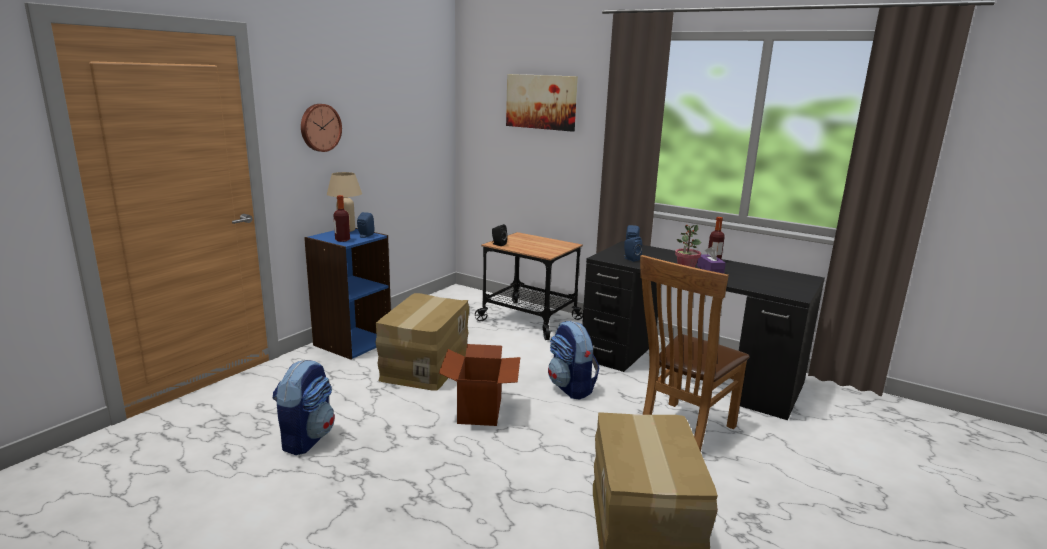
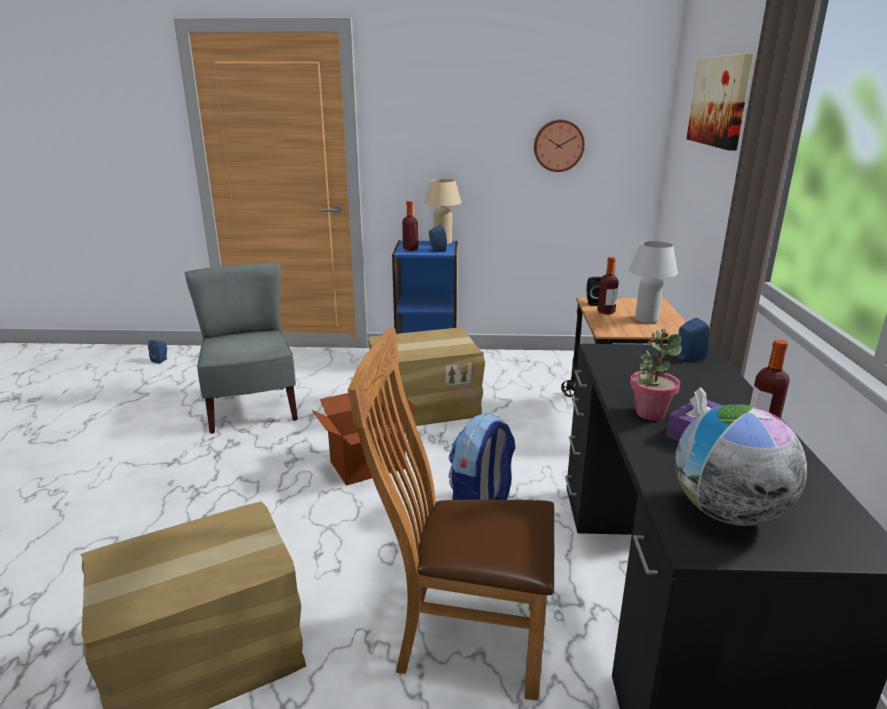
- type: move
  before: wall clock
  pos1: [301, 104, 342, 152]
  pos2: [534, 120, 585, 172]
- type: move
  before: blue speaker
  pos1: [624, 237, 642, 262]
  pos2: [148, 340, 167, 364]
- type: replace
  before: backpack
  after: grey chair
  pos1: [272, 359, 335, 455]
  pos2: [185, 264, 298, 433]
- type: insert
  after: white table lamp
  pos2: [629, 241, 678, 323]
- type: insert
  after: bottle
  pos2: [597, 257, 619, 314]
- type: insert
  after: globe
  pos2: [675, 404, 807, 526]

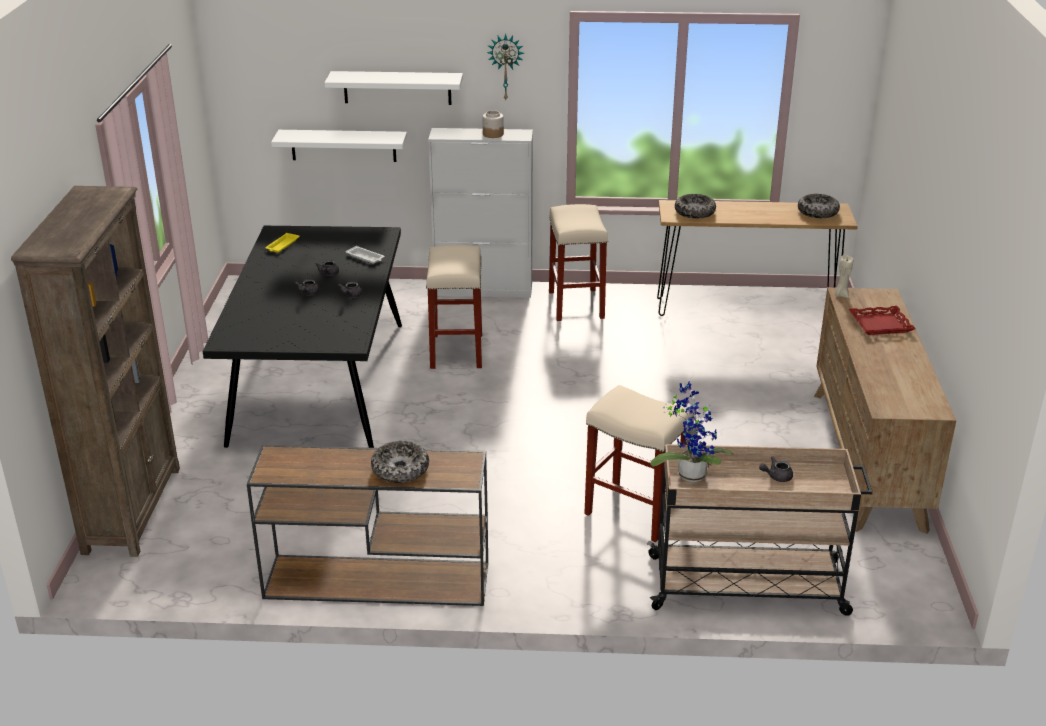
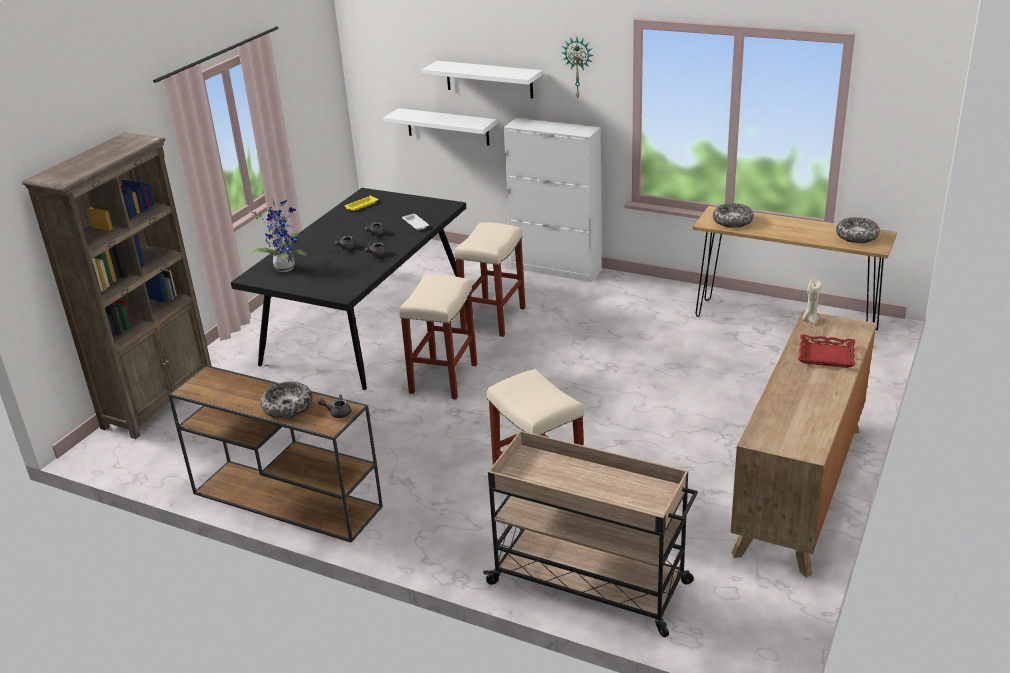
- type: delete
  before: jar
  pos1: [483, 110, 504, 138]
- type: move
  before: beige stool
  pos1: [549, 204, 608, 321]
  pos2: [399, 275, 477, 400]
- type: move
  before: potted plant
  pos1: [650, 381, 733, 482]
  pos2: [249, 199, 307, 272]
- type: move
  before: grey teapot
  pos1: [759, 456, 793, 482]
  pos2: [317, 394, 351, 418]

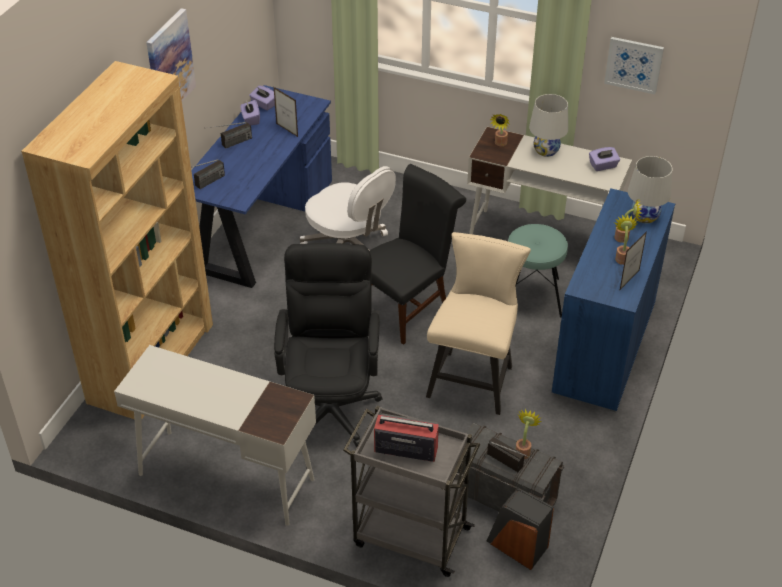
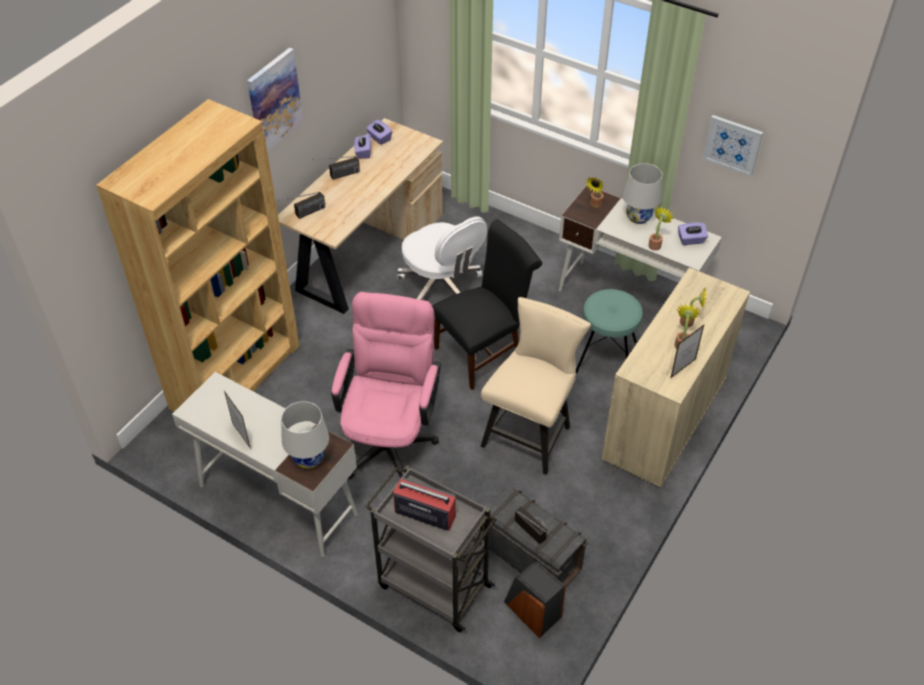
- type: recolor
  before: blue desk
  after: beige desk
  pos1: [191, 85, 332, 288]
  pos2: [278, 118, 443, 314]
- type: move
  before: picture frame
  pos1: [274, 87, 298, 137]
  pos2: [224, 391, 251, 449]
- type: move
  before: white table lamp
  pos1: [628, 156, 672, 223]
  pos2: [281, 401, 329, 469]
- type: recolor
  before: blue cabinet
  after: beige cabinet
  pos1: [552, 188, 675, 412]
  pos2: [602, 268, 750, 488]
- type: recolor
  before: black office chair
  after: pink office chair
  pos1: [274, 243, 382, 447]
  pos2: [331, 292, 441, 479]
- type: move
  before: potted plant
  pos1: [516, 408, 541, 459]
  pos2: [648, 206, 674, 250]

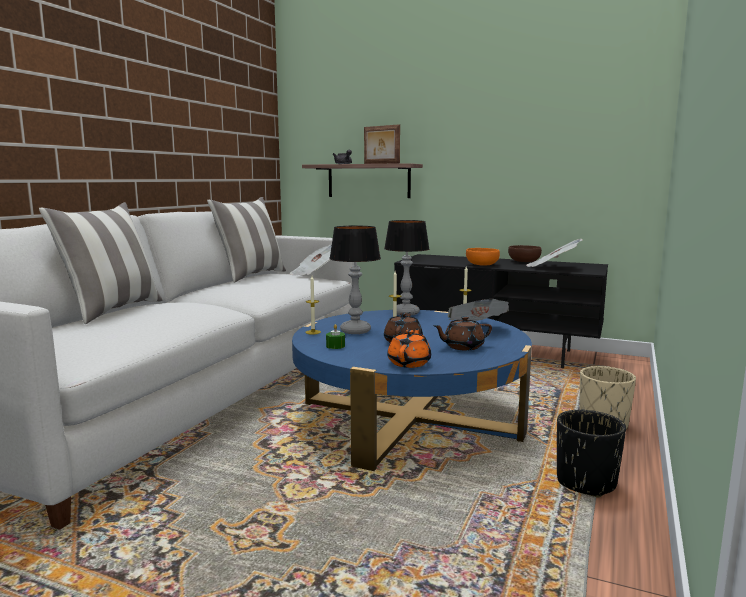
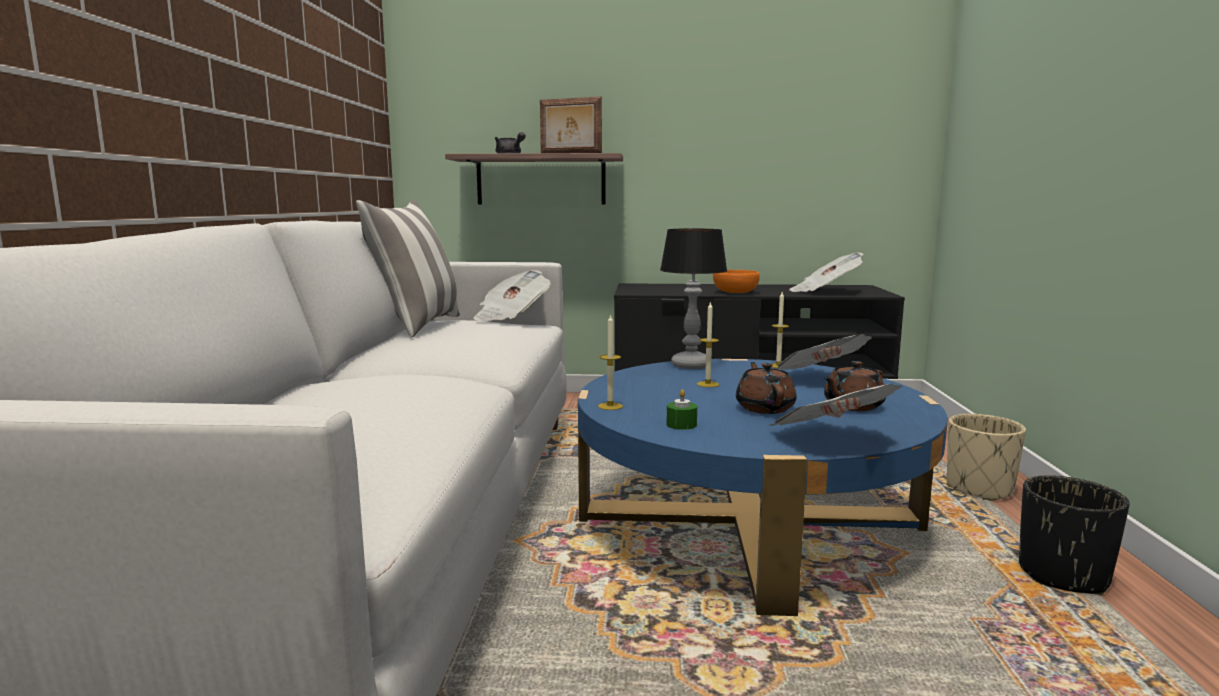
- type: delete
  before: pillow
  pos1: [39, 202, 162, 324]
- type: delete
  before: table lamp
  pos1: [329, 226, 381, 334]
- type: delete
  before: brown bowl
  pos1: [508, 245, 542, 262]
- type: replace
  before: orange teapot
  after: newspaper
  pos1: [387, 328, 431, 368]
  pos2: [770, 383, 902, 426]

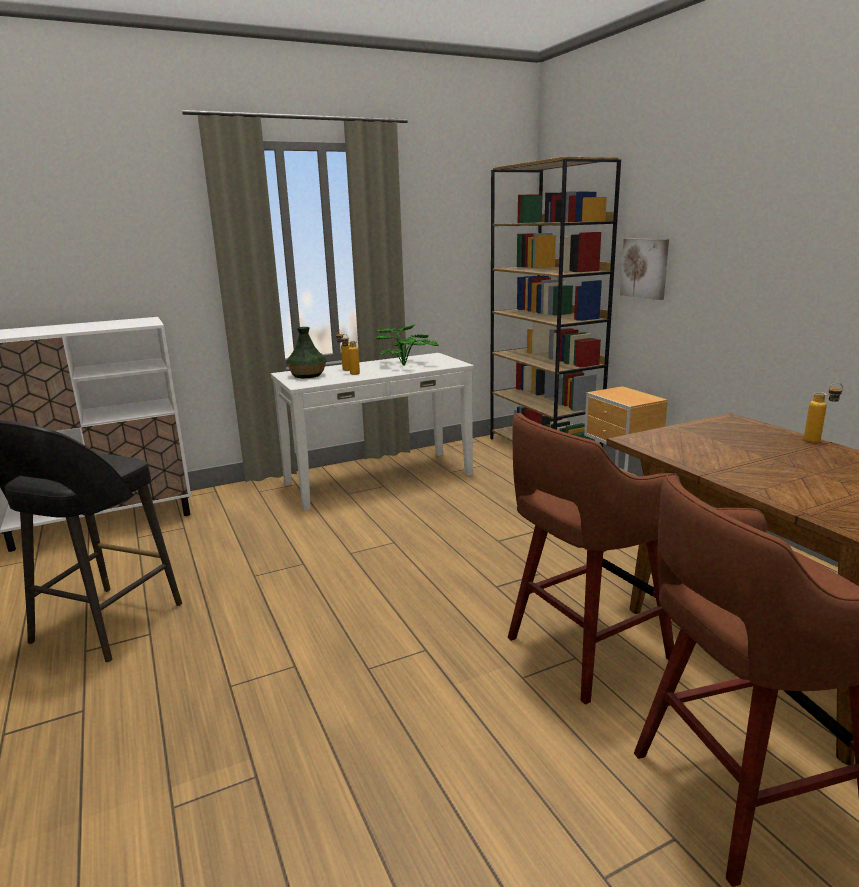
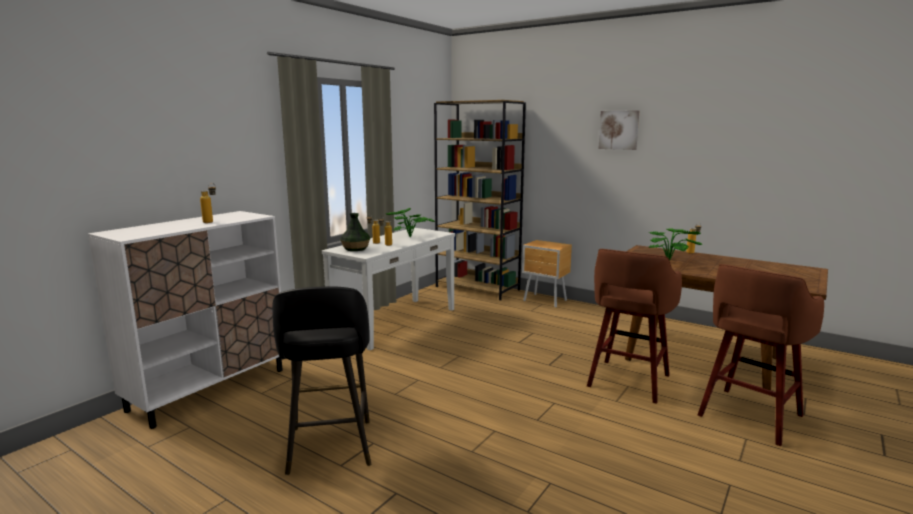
- type: move
  before: picture
  pos1: [620, 239, 669, 300]
  pos2: [598, 110, 639, 150]
- type: insert
  after: bottle
  pos2: [200, 183, 216, 223]
- type: insert
  after: potted plant
  pos2: [649, 228, 702, 260]

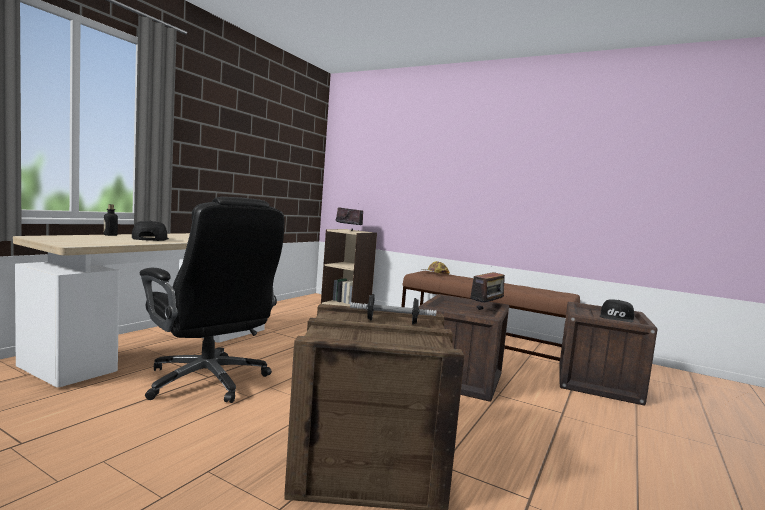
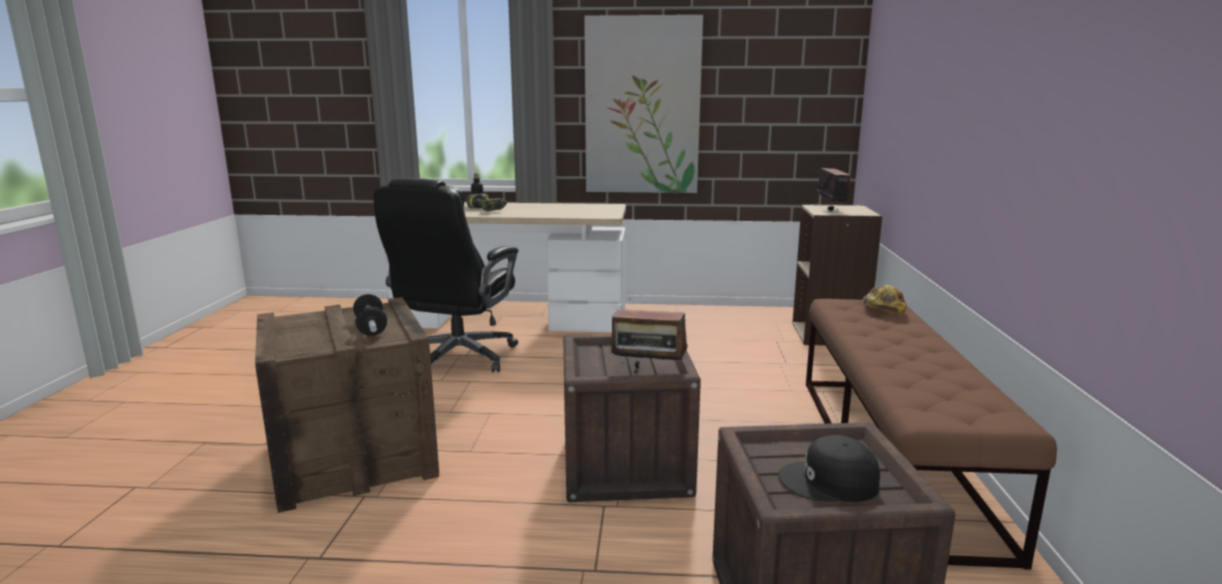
- type: replace
  before: black cap
  after: power drill
  pos1: [132, 221, 169, 241]
  pos2: [467, 193, 507, 211]
- type: insert
  after: picture
  pos2: [584, 15, 703, 193]

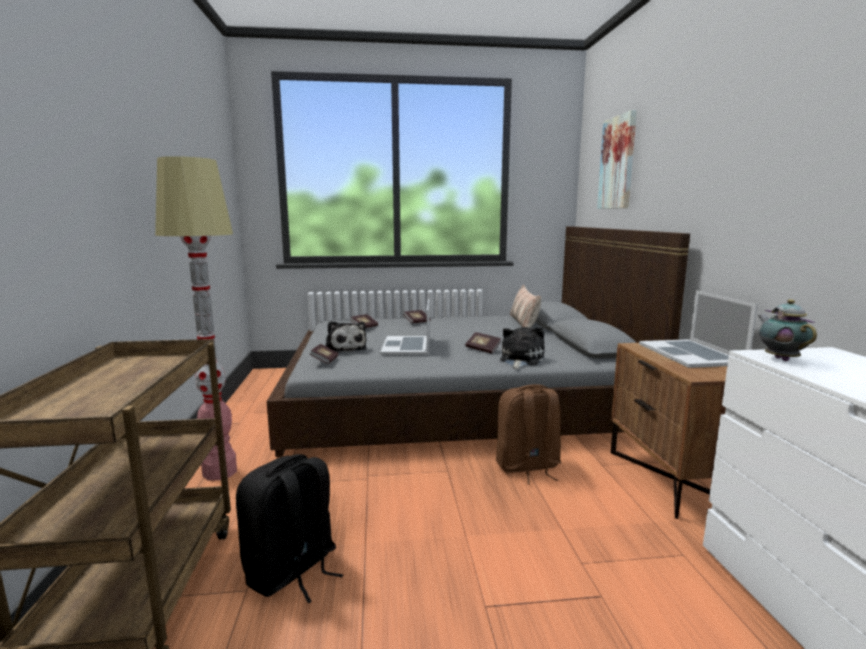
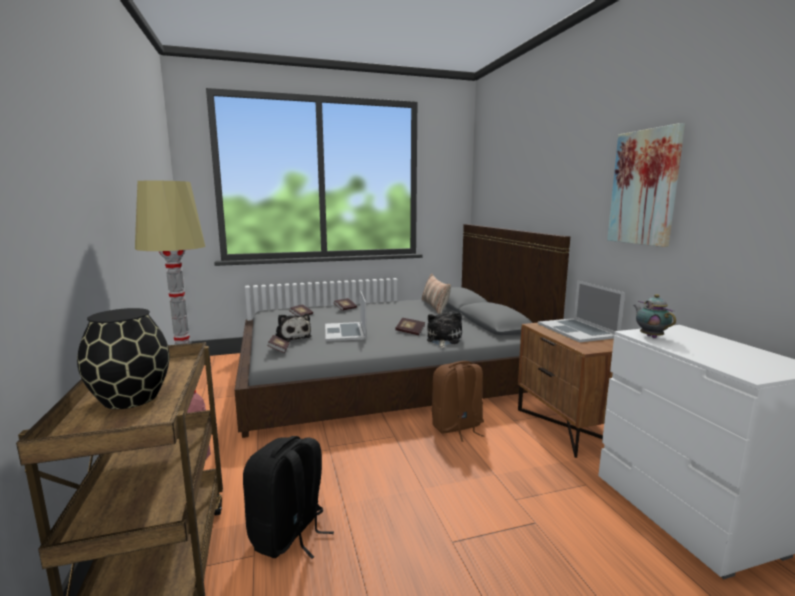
- type: move
  before: picture
  pos1: [597, 110, 637, 209]
  pos2: [607, 123, 685, 247]
- type: insert
  after: black vase
  pos2: [77, 308, 170, 409]

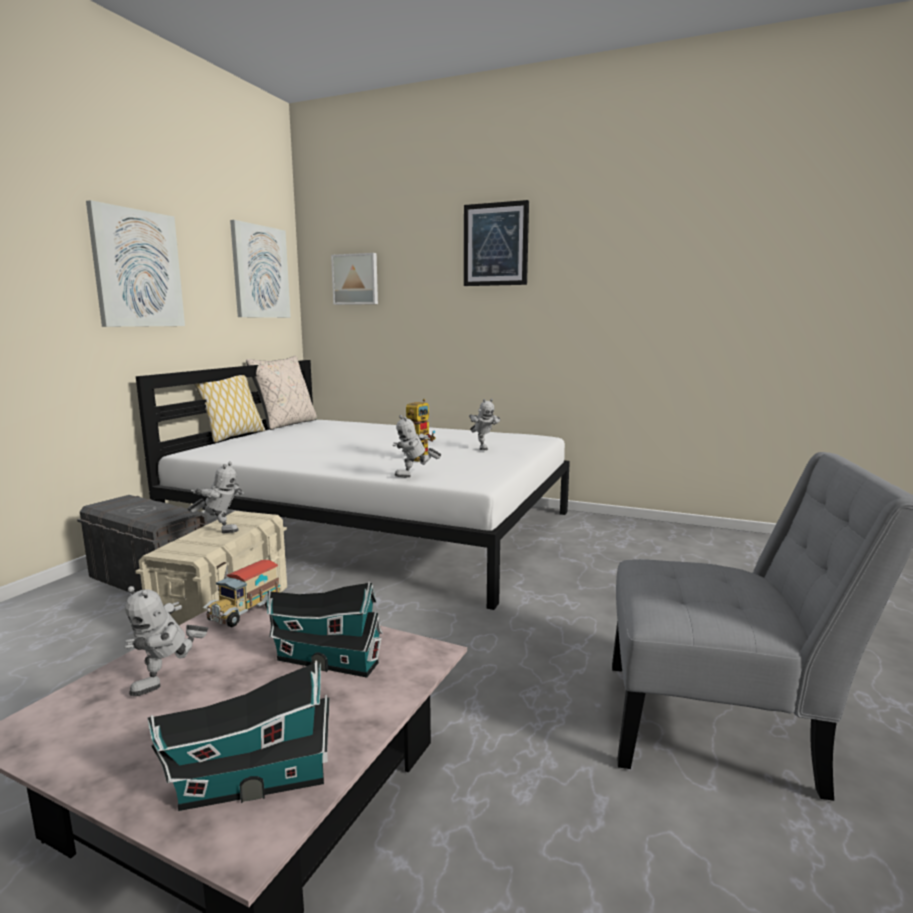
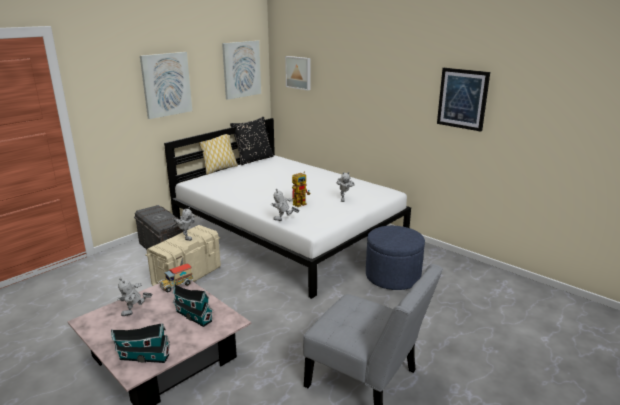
- type: move
  before: picture
  pos1: [464, 200, 529, 286]
  pos2: [437, 68, 490, 132]
- type: recolor
  before: beige pillow
  after: black pillow
  pos1: [246, 356, 317, 430]
  pos2: [230, 117, 274, 165]
- type: insert
  after: blue ottoman
  pos2: [366, 226, 425, 290]

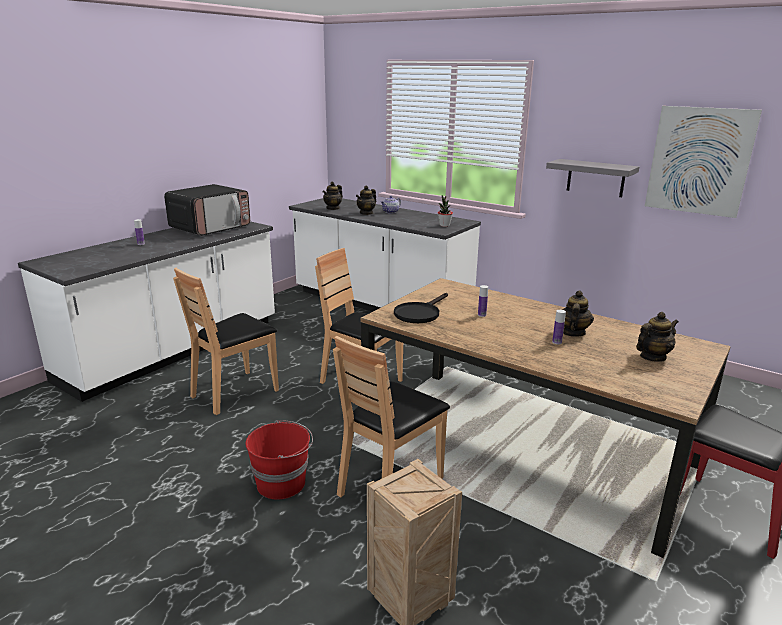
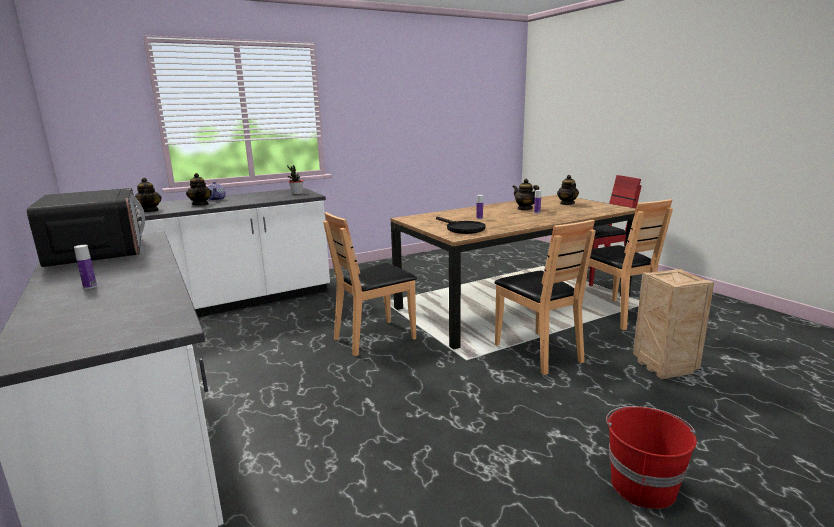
- type: delete
  before: picture
  pos1: [645, 106, 762, 218]
- type: delete
  before: grey shelf
  pos1: [546, 159, 639, 197]
- type: move
  before: brown chair
  pos1: [173, 268, 279, 415]
  pos2: [582, 199, 673, 330]
- type: move
  before: red bucket
  pos1: [245, 421, 313, 500]
  pos2: [606, 406, 697, 509]

